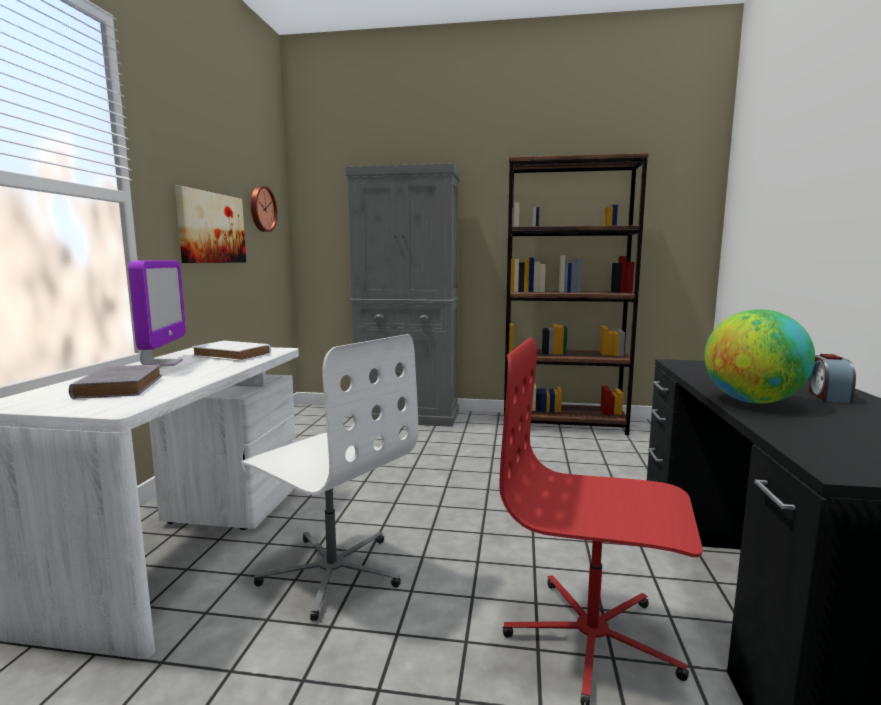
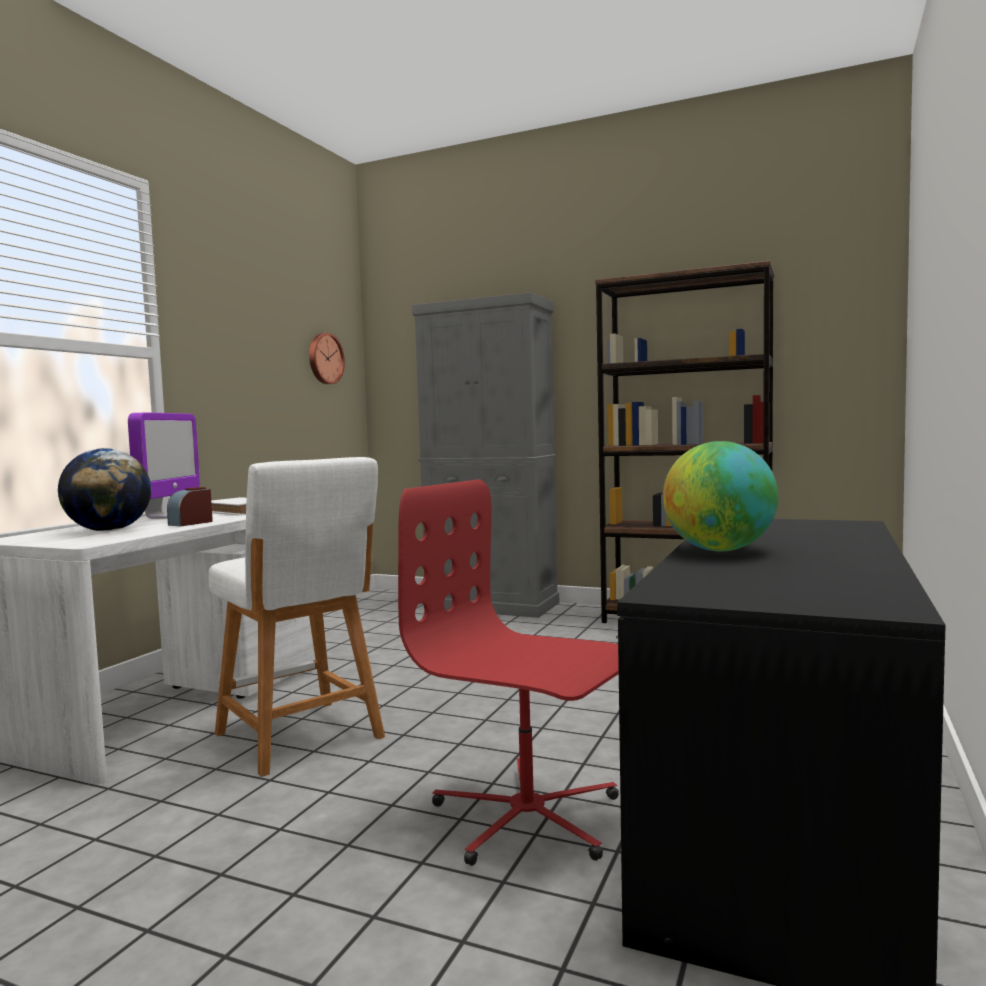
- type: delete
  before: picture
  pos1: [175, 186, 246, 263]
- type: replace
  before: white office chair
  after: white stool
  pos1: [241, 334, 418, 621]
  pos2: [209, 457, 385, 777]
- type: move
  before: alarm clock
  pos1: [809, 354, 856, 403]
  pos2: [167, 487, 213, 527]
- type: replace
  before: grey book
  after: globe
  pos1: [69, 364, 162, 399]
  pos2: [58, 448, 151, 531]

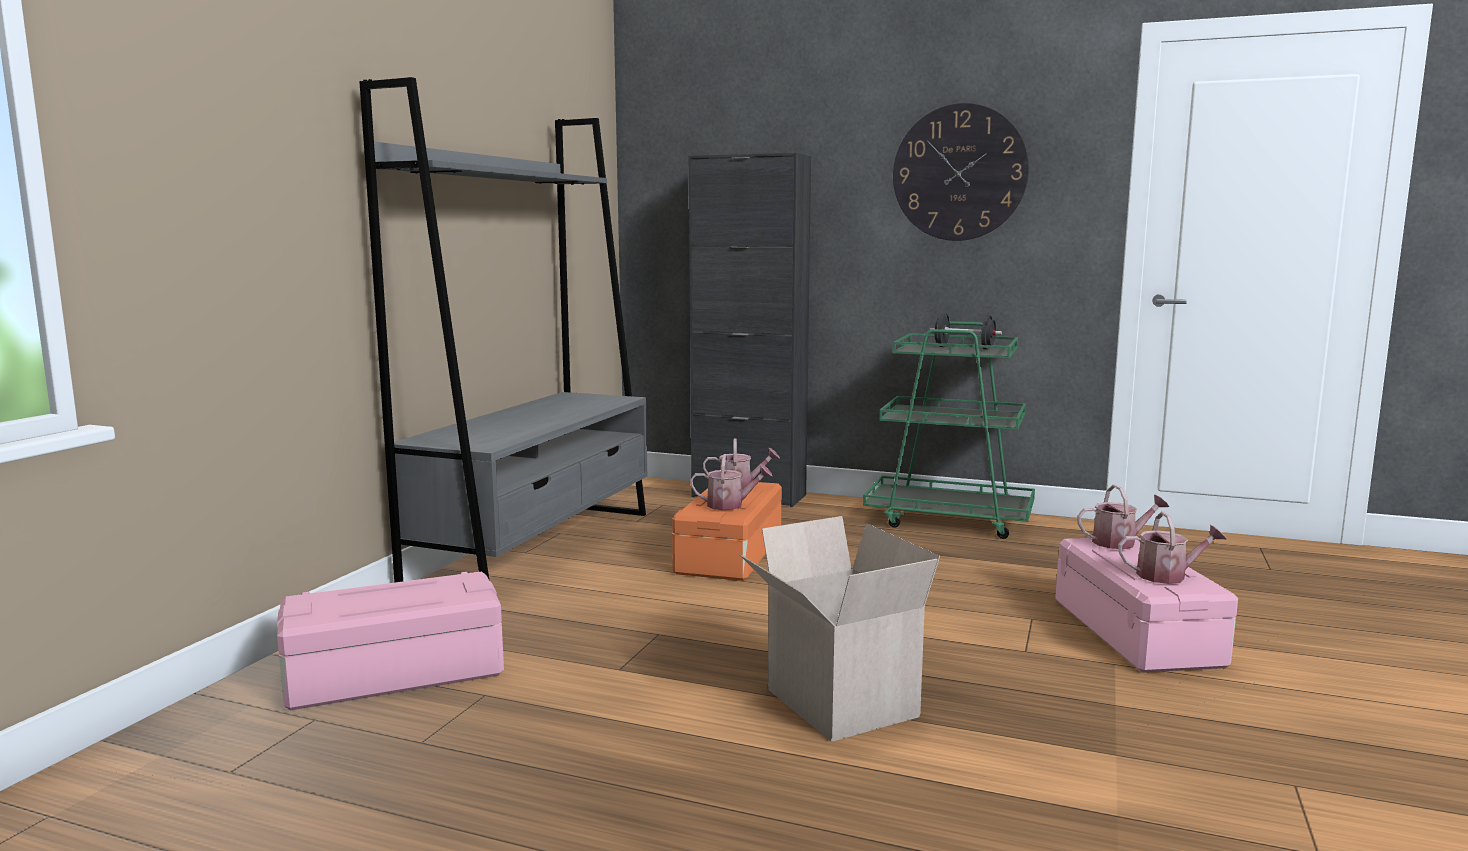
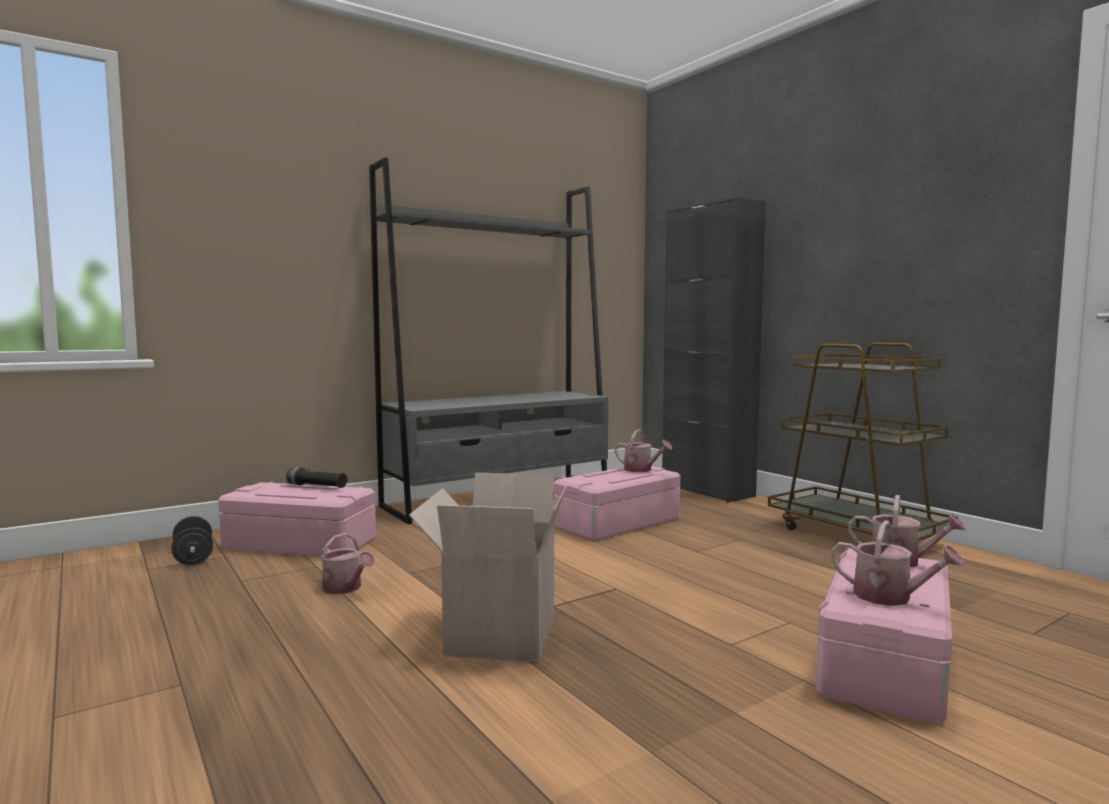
- type: delete
  before: wall clock
  pos1: [893, 103, 1029, 241]
- type: move
  before: black dumbbell
  pos1: [930, 313, 1002, 350]
  pos2: [171, 516, 213, 565]
- type: recolor
  before: green cart
  after: brown cart
  pos1: [863, 321, 1035, 539]
  pos2: [768, 342, 958, 541]
- type: move
  before: watering can
  pos1: [690, 454, 772, 510]
  pos2: [320, 533, 375, 594]
- type: recolor
  before: orange storage box
  after: pink storage box
  pos1: [672, 482, 782, 581]
  pos2: [554, 466, 680, 541]
- type: insert
  after: black flashlight
  pos2: [286, 467, 348, 488]

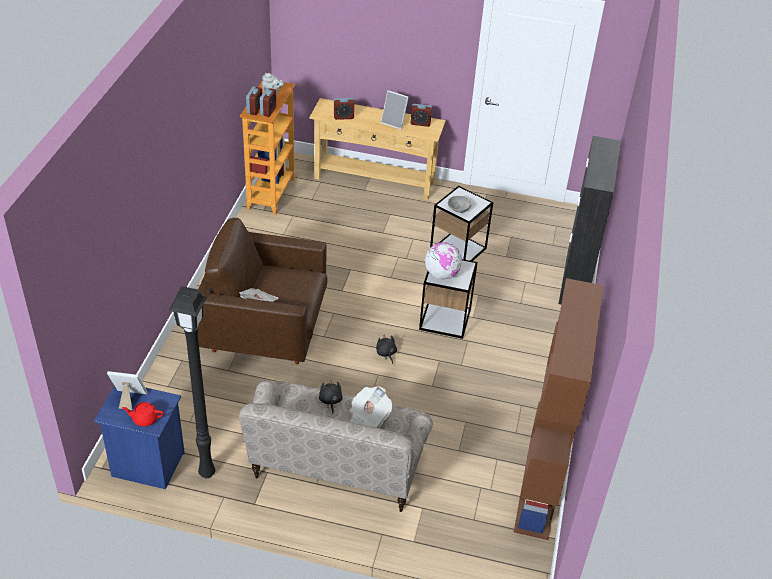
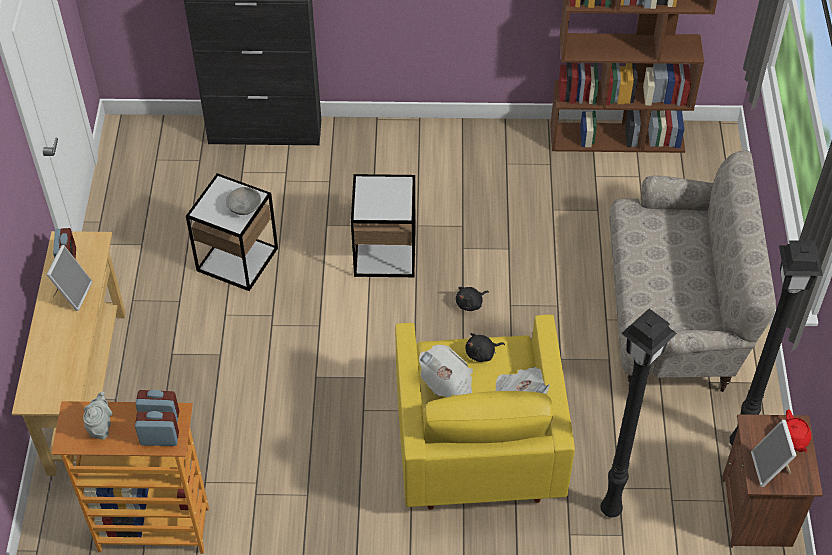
- type: delete
  before: alarm clock
  pos1: [334, 98, 354, 120]
- type: recolor
  before: brown armchair
  after: yellow armchair
  pos1: [198, 218, 328, 365]
  pos2: [395, 315, 575, 510]
- type: delete
  before: globe
  pos1: [425, 242, 462, 280]
- type: move
  before: black plush toy
  pos1: [319, 379, 343, 414]
  pos2: [465, 333, 505, 362]
- type: recolor
  before: blue nightstand
  after: brown nightstand
  pos1: [94, 386, 185, 489]
  pos2: [722, 414, 823, 548]
- type: move
  before: newspaper
  pos1: [349, 386, 392, 428]
  pos2: [419, 345, 473, 397]
- type: insert
  after: black floor lamp
  pos2: [600, 309, 677, 518]

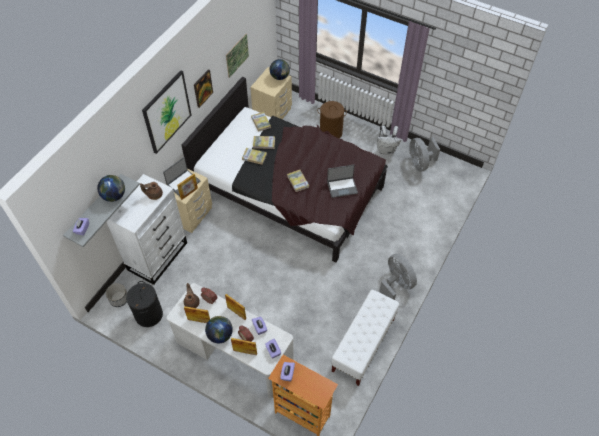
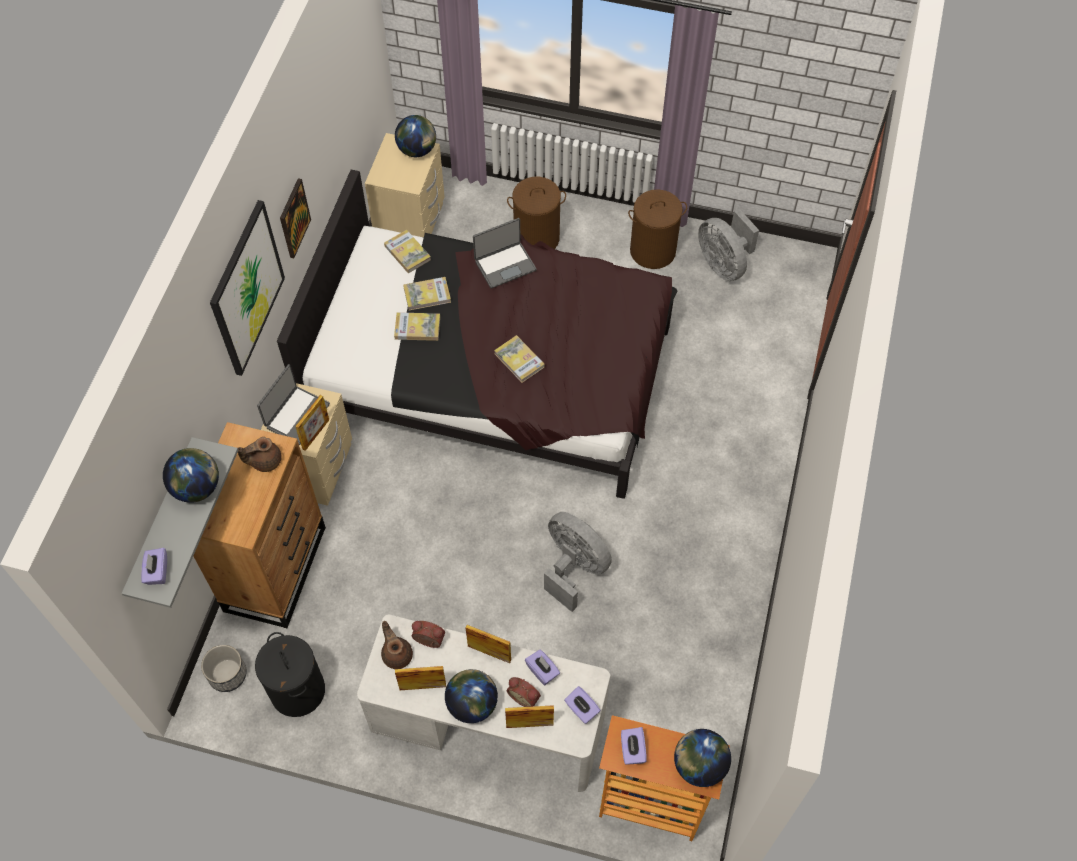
- type: delete
  before: picture
  pos1: [226, 33, 249, 78]
- type: replace
  before: white backpack
  after: brown laundry basket
  pos1: [377, 125, 401, 154]
  pos2: [628, 189, 687, 269]
- type: move
  before: laptop
  pos1: [327, 165, 358, 198]
  pos2: [473, 218, 537, 288]
- type: recolor
  before: white dresser
  after: brown dresser
  pos1: [107, 174, 187, 285]
  pos2: [193, 422, 326, 628]
- type: move
  before: grey fan
  pos1: [379, 254, 417, 300]
  pos2: [544, 512, 612, 612]
- type: delete
  before: white bench
  pos1: [332, 290, 400, 386]
- type: insert
  after: globe
  pos2: [674, 729, 731, 787]

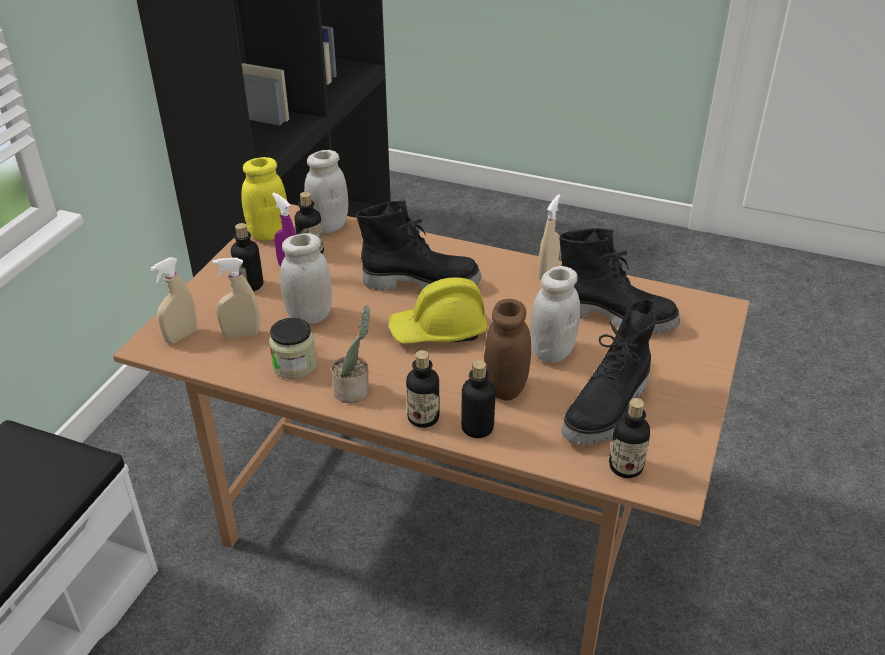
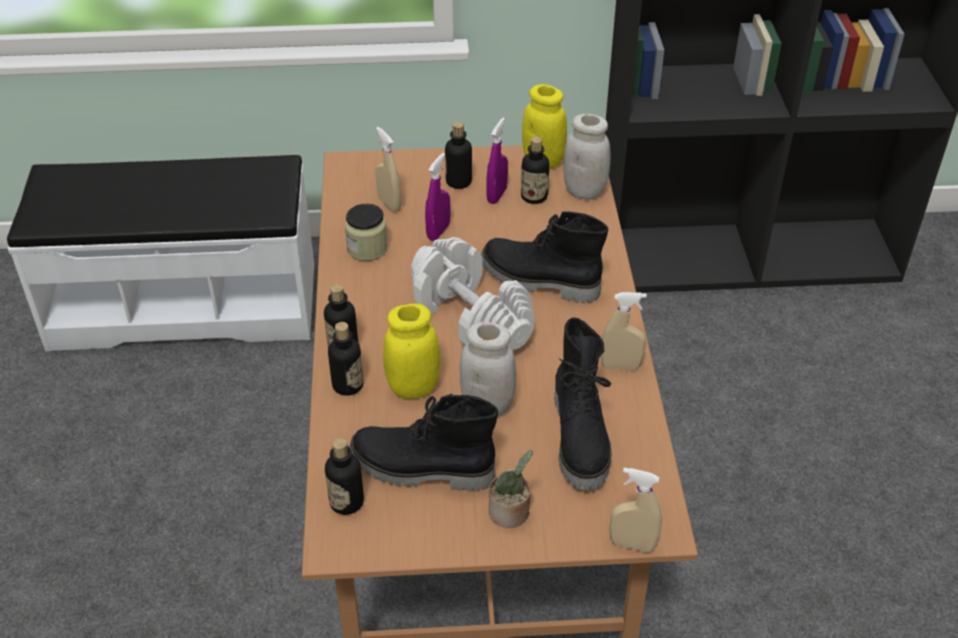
- type: rotate
  before: black boot
  pos1: [357, 200, 481, 290]
  pos2: [481, 211, 608, 303]
  turn: 135
- type: replace
  before: white jar
  after: purple spray bottle
  pos1: [280, 233, 332, 324]
  pos2: [425, 153, 451, 241]
- type: move
  before: beige spray bottle
  pos1: [150, 257, 197, 344]
  pos2: [609, 467, 662, 553]
- type: replace
  before: yellow hard hat
  after: white dumbbell
  pos1: [389, 277, 488, 343]
  pos2: [411, 237, 535, 350]
- type: recolor
  before: brown jar
  after: yellow jar
  pos1: [484, 299, 531, 400]
  pos2: [383, 304, 440, 399]
- type: move
  before: potted plant
  pos1: [331, 306, 370, 403]
  pos2: [489, 450, 533, 528]

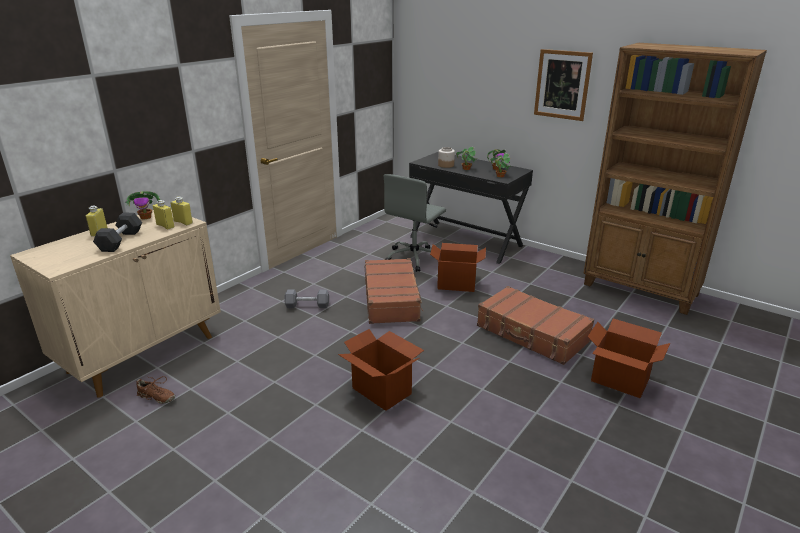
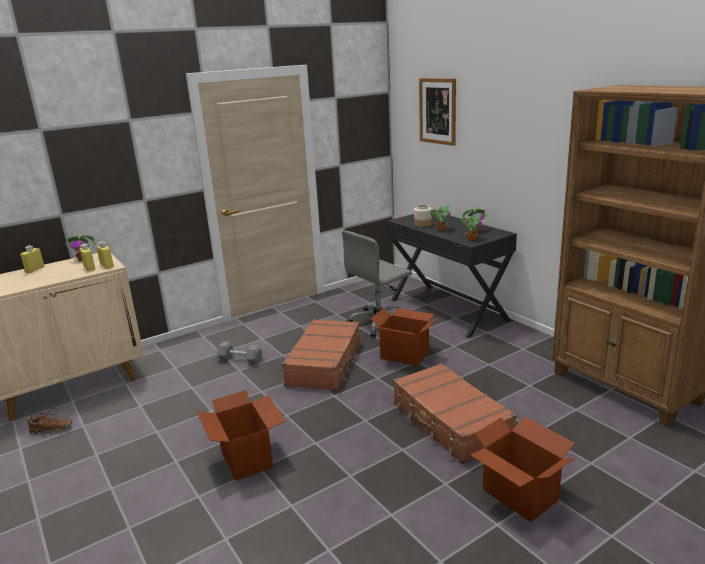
- type: move
  before: picture
  pos1: [534, 49, 593, 121]
  pos2: [419, 78, 456, 146]
- type: delete
  before: black dumbbell
  pos1: [93, 212, 142, 252]
- type: rotate
  before: brown shoe
  pos1: [136, 376, 175, 404]
  pos2: [28, 408, 72, 434]
  turn: -45

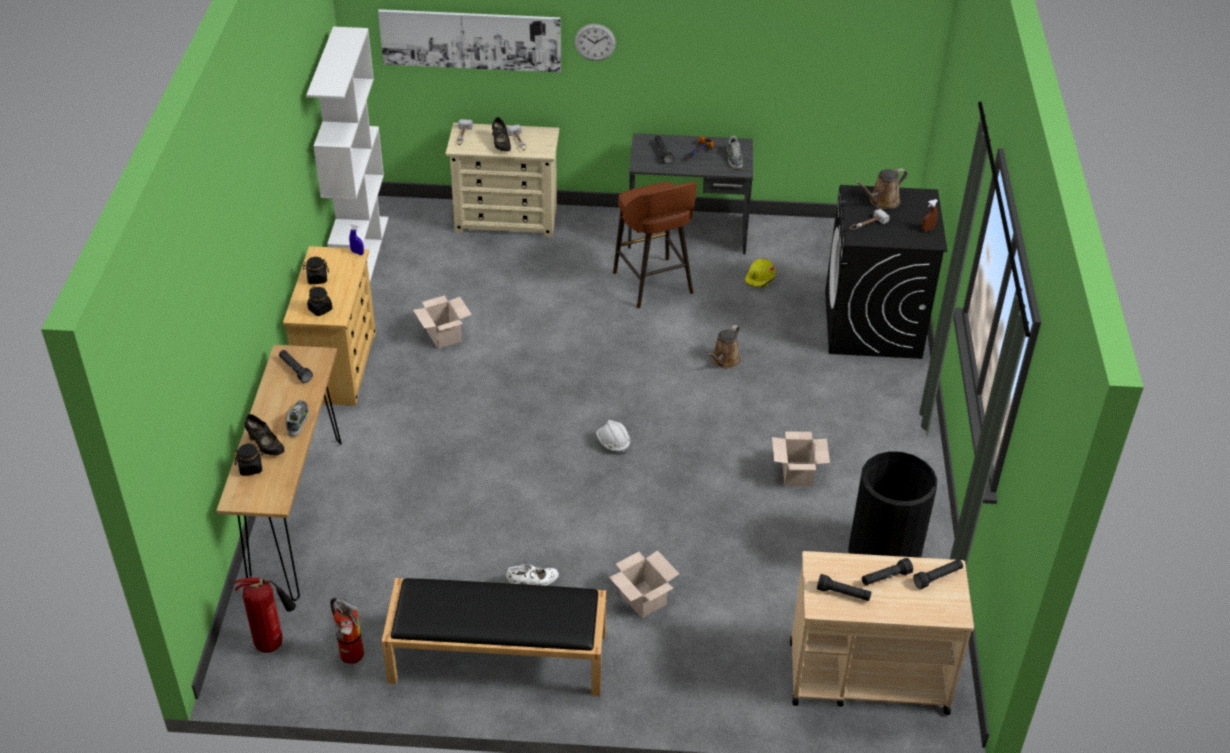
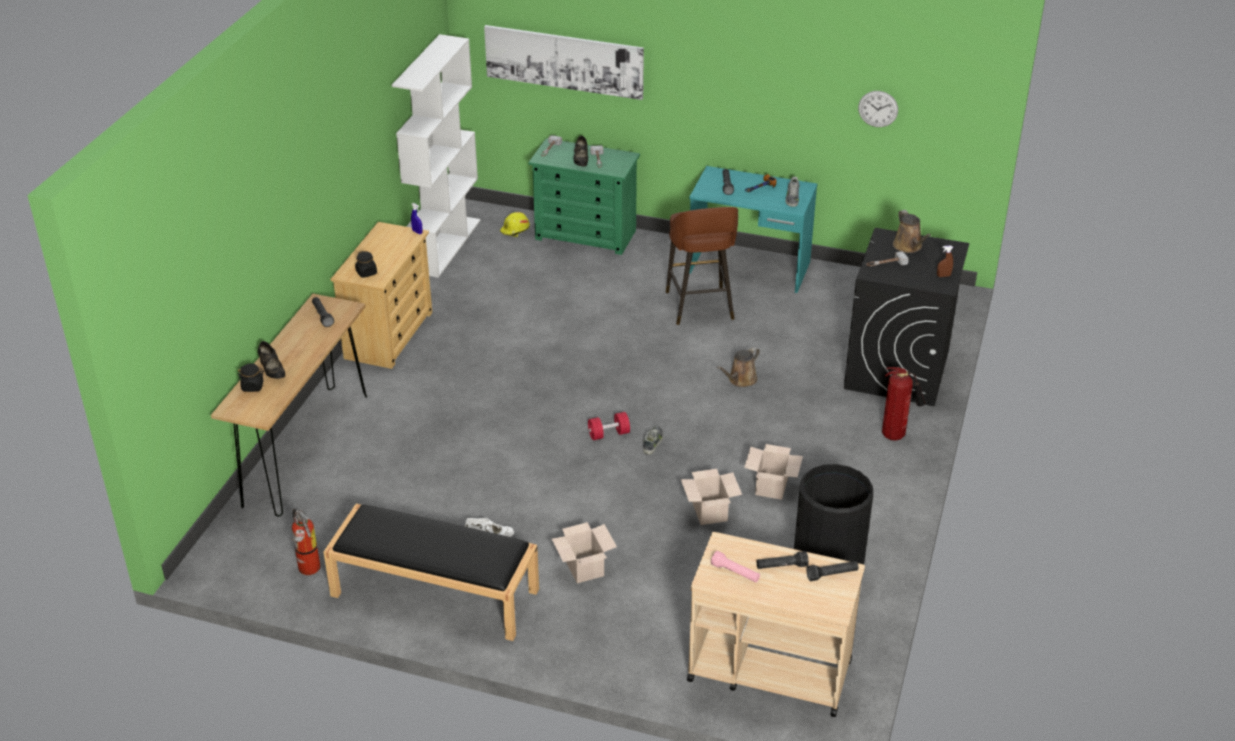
- type: move
  before: wall clock
  pos1: [574, 24, 616, 61]
  pos2: [858, 91, 898, 127]
- type: recolor
  before: beige dresser
  after: green dresser
  pos1: [445, 123, 559, 237]
  pos2: [528, 138, 640, 255]
- type: recolor
  before: grey desk
  after: turquoise desk
  pos1: [628, 133, 753, 254]
  pos2: [689, 166, 817, 293]
- type: rotate
  before: brown watering can
  pos1: [855, 168, 907, 209]
  pos2: [893, 210, 931, 253]
  turn: -90
- type: delete
  before: black jar
  pos1: [303, 257, 329, 284]
- type: move
  before: yellow hard hat
  pos1: [745, 258, 776, 288]
  pos2: [500, 212, 530, 237]
- type: move
  before: cardboard box
  pos1: [413, 295, 472, 349]
  pos2: [681, 469, 742, 525]
- type: move
  before: shoe
  pos1: [286, 400, 309, 437]
  pos2: [643, 426, 663, 455]
- type: replace
  before: white hard hat
  after: red dumbbell
  pos1: [596, 420, 630, 454]
  pos2: [588, 412, 630, 440]
- type: recolor
  before: black flashlight
  after: pink flashlight
  pos1: [817, 574, 872, 601]
  pos2: [711, 551, 760, 582]
- type: move
  before: fire extinguisher
  pos1: [234, 576, 296, 653]
  pos2: [882, 367, 925, 441]

